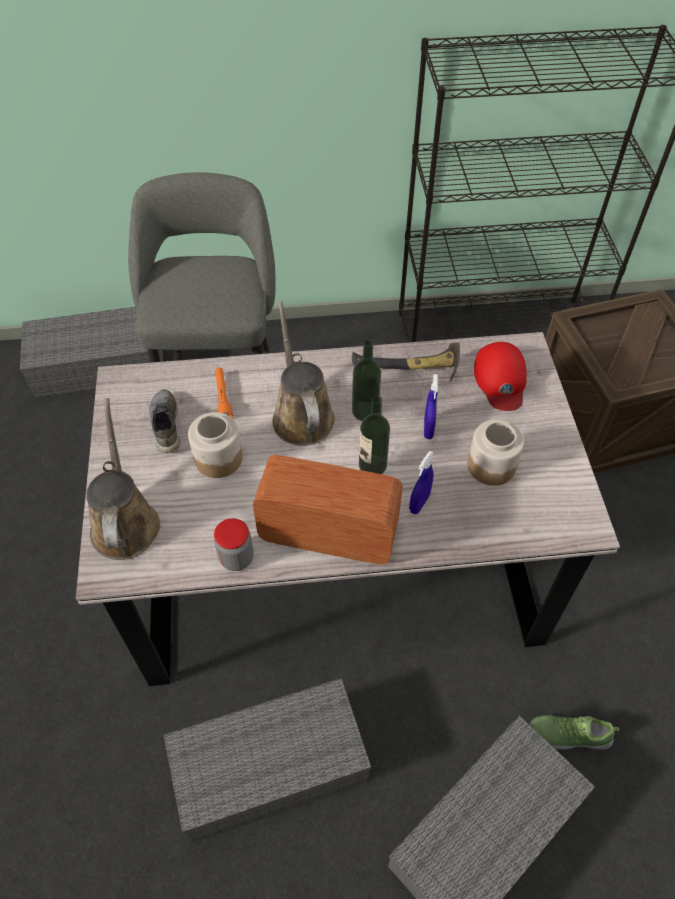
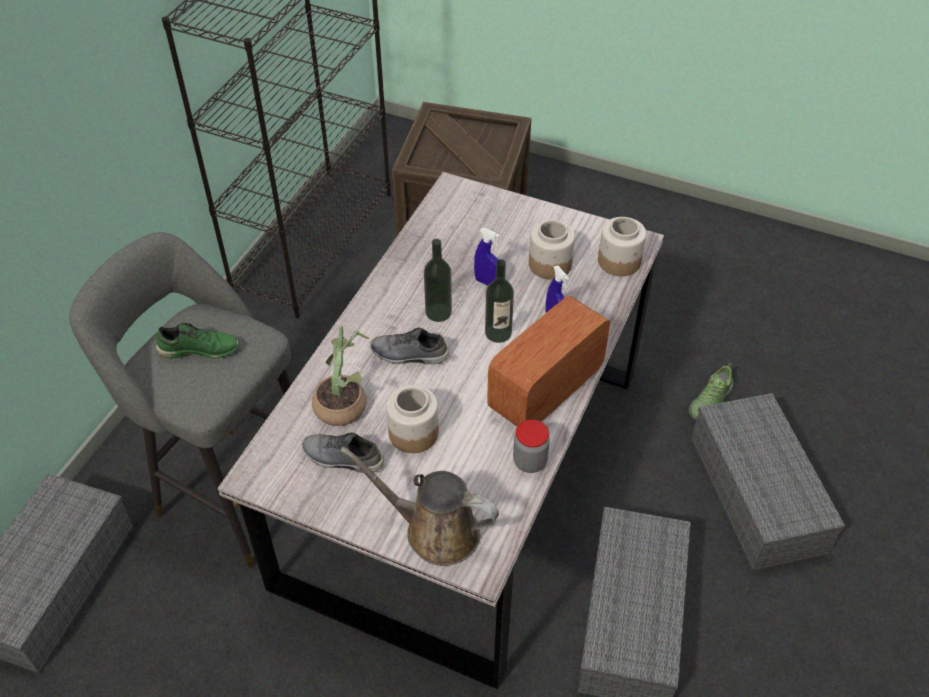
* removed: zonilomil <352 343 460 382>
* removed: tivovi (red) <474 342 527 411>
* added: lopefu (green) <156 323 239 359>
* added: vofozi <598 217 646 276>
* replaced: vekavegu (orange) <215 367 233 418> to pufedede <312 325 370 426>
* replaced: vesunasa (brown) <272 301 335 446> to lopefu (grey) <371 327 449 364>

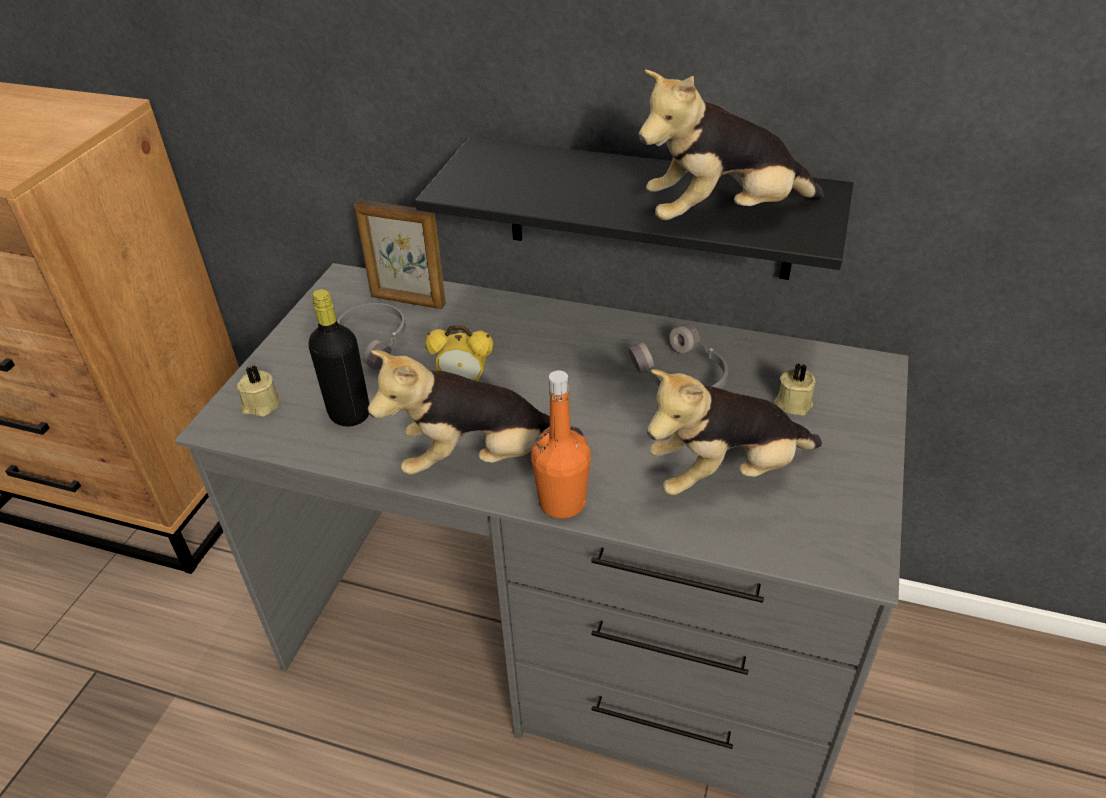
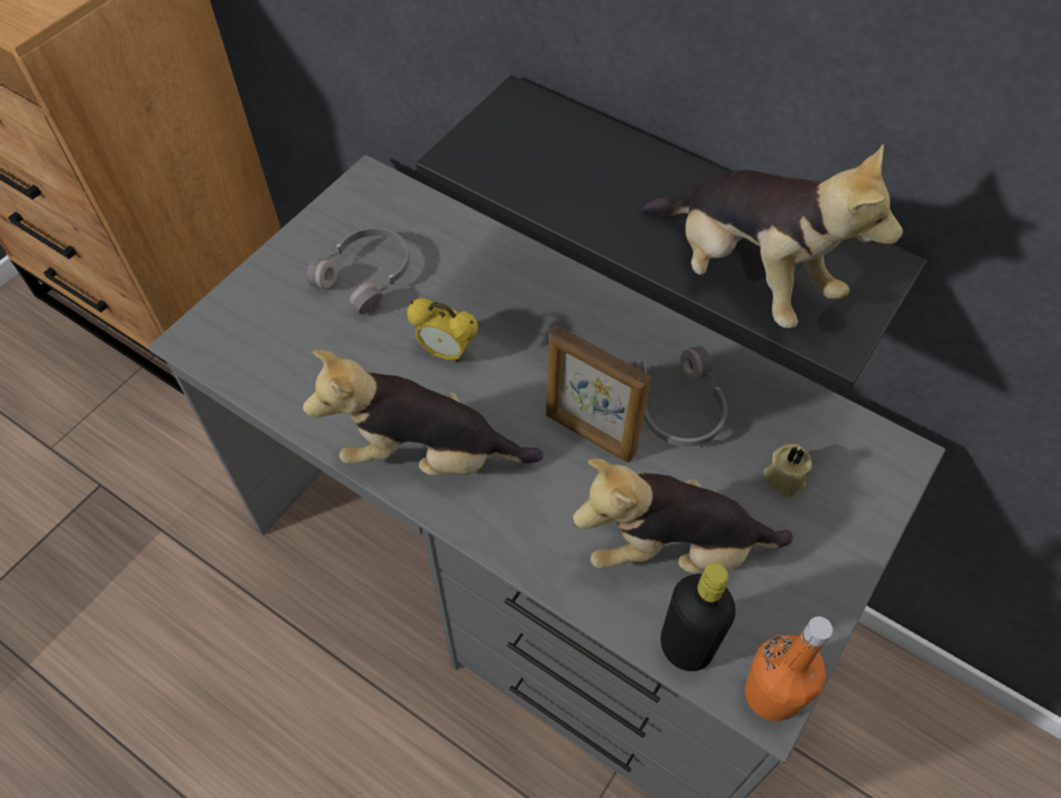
* removed: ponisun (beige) <236 365 280 417>
* moved: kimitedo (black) <308 289 369 426> to <661 563 736 671>
* moved: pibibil <354 200 446 309> to <546 325 651 462>
* moved: kimitedo (orange) <531 370 591 519> to <745 616 833 721>
* turned: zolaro <639 69 824 220> = <641 144 903 328> 135 degrees counterclockwise

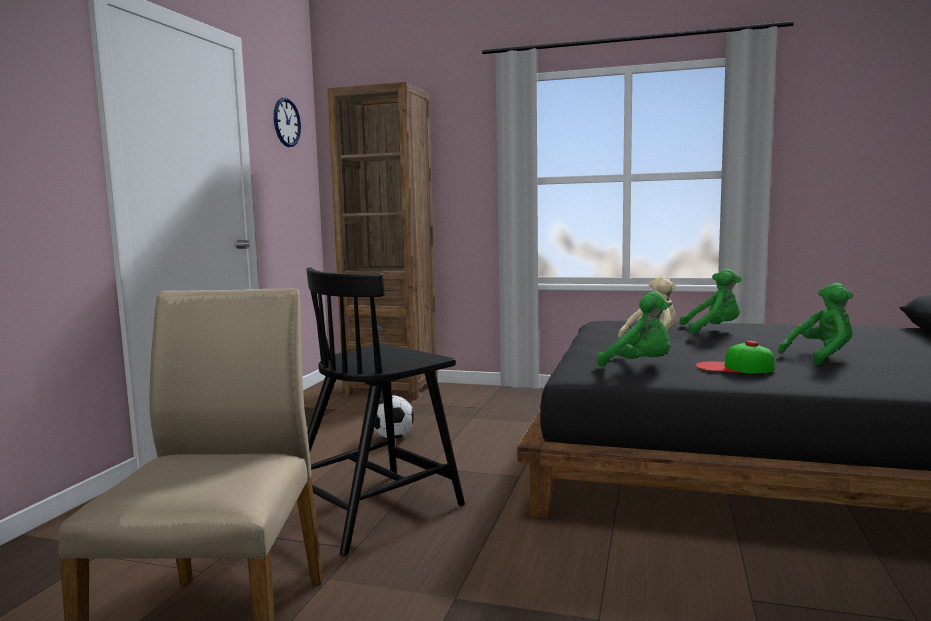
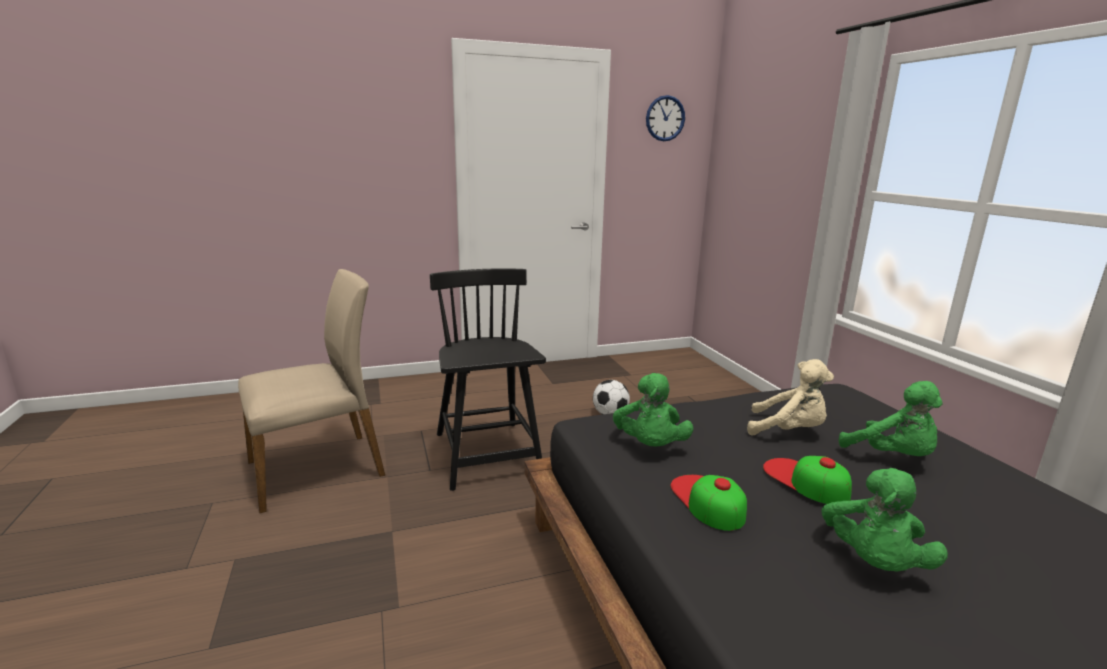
* removed: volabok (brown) <327 82 438 400>
* added: tivovi <763 456 852 504>
* turned: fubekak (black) <306 267 465 556> = <430 268 546 491> 60 degrees clockwise
* turned: zolaro (green) <778 283 853 365> = <822 468 948 572> 75 degrees clockwise

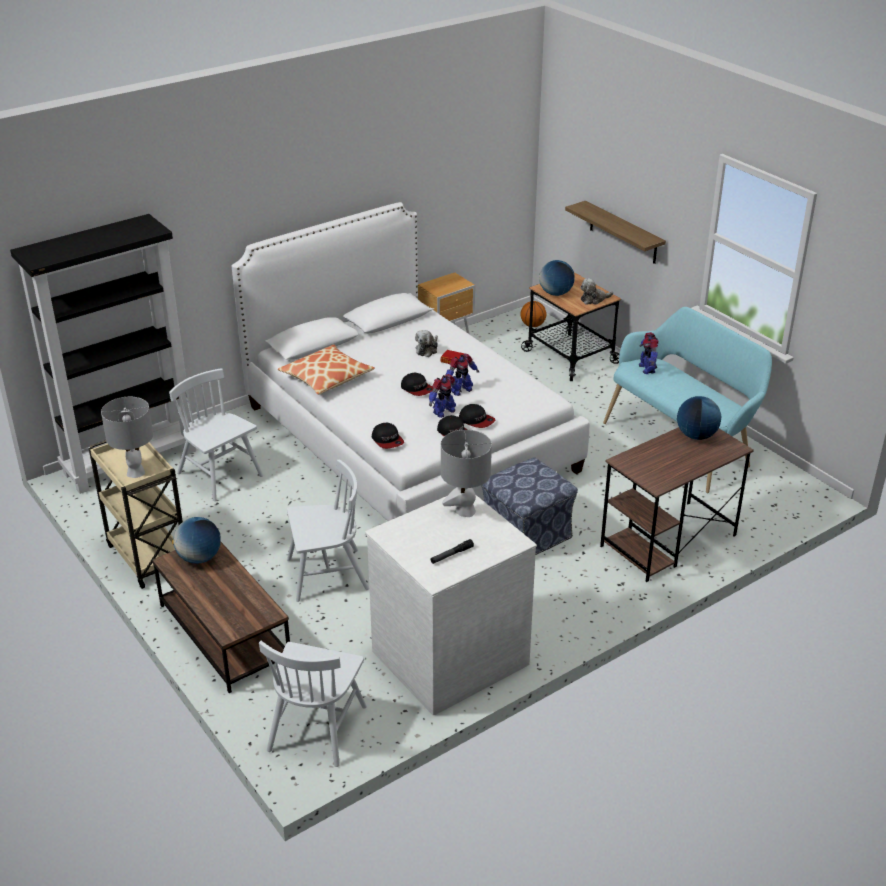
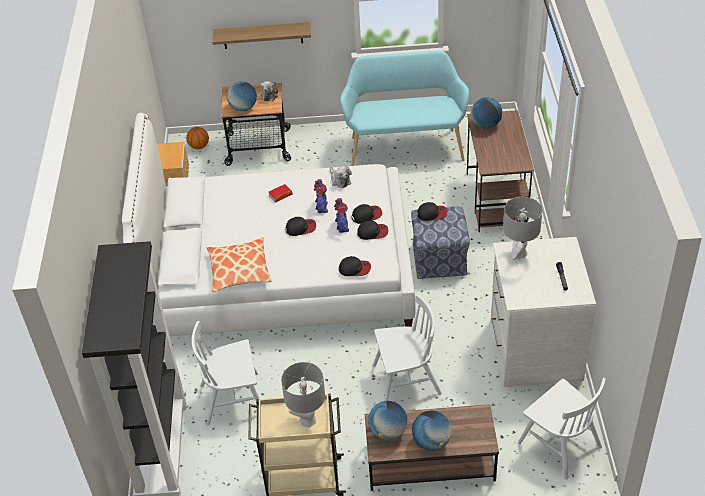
* removed: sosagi <639 332 659 374>
* added: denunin <412 410 452 451>
* added: tivovi <417 202 447 221>
* moved: zolaro <415 330 438 357> to <330 166 352 188>
* turned: fubekak (white) <287 459 369 602> = <373 294 442 401> 60 degrees clockwise

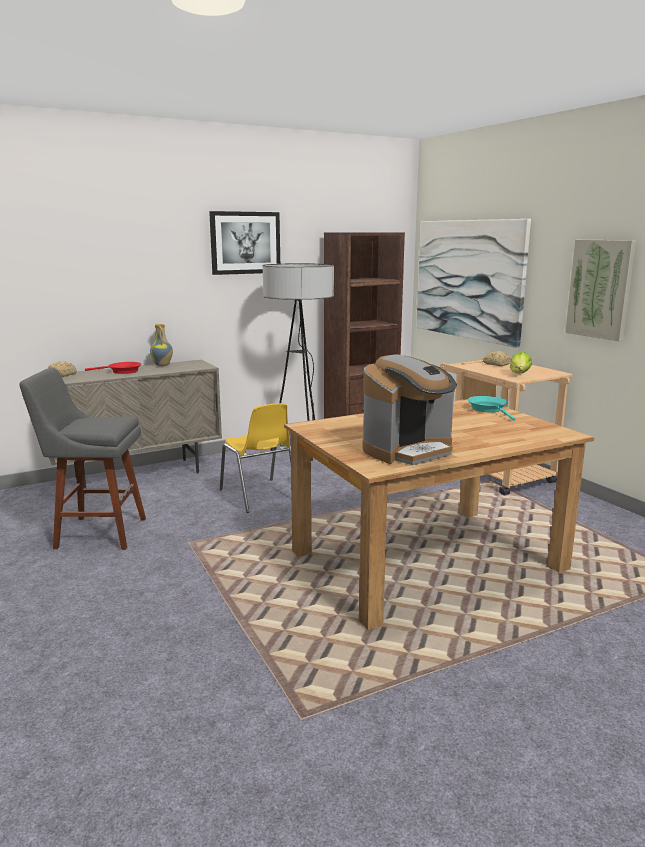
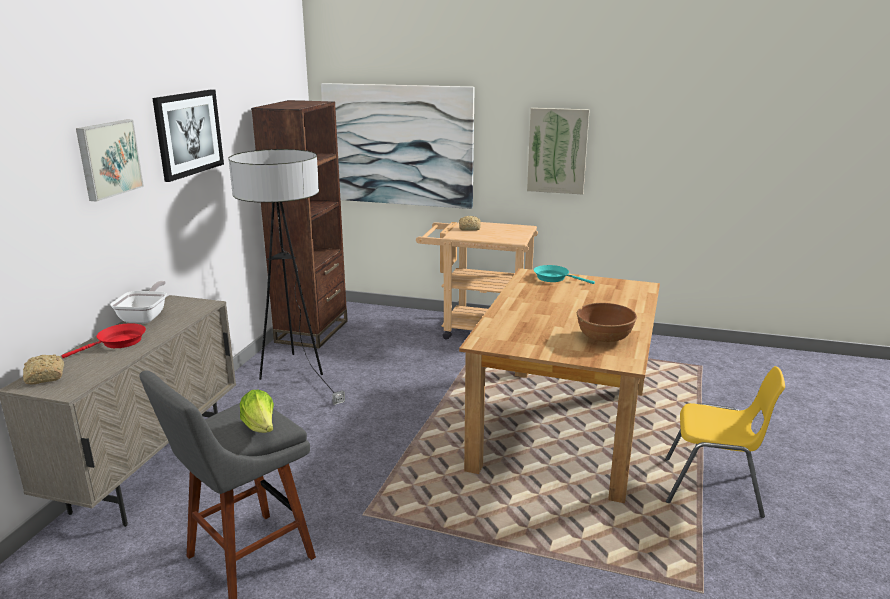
* added: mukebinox <76 119 144 202>
* moved: fubekak (yellow) <220 403 291 513> to <665 366 785 518>
* moved: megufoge <510 352 532 374> to <240 390 274 433>
* replaced: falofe <150 324 173 366> to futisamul <110 281 167 323>
* replaced: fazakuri <362 354 457 465> to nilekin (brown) <577 303 637 342>

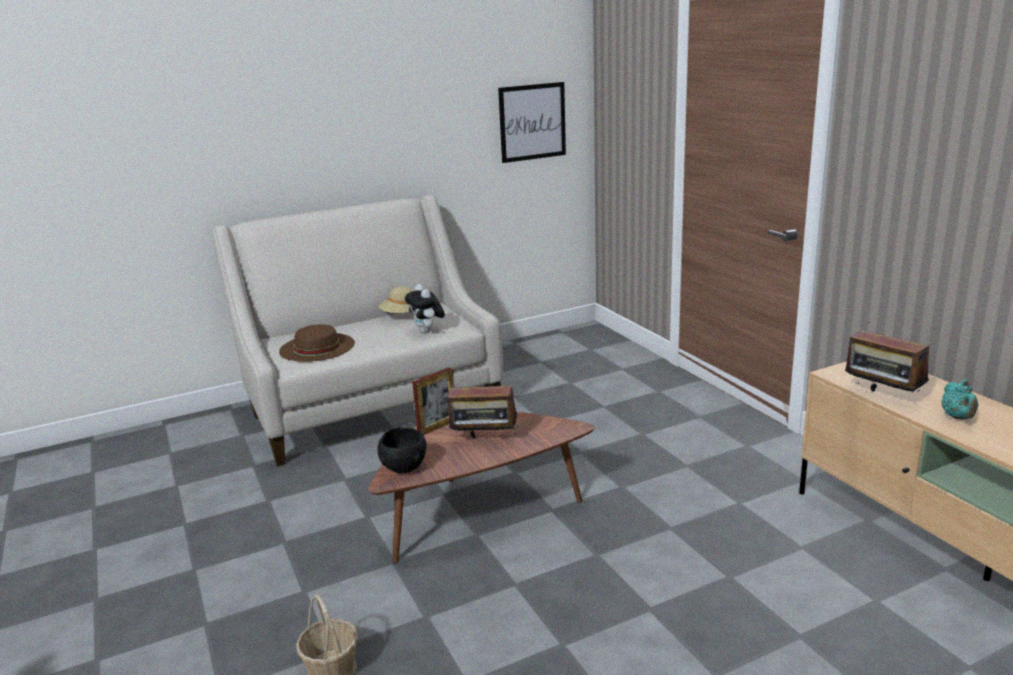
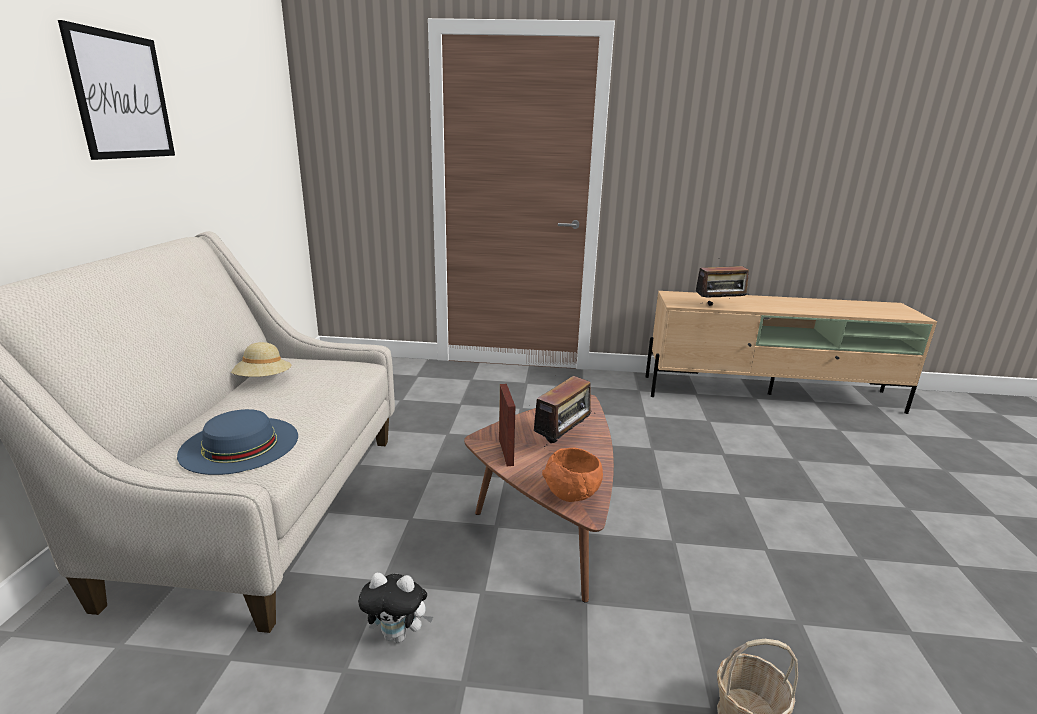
* removed: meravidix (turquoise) <941 379 978 419>
* moved: zolaro <405 284 445 333> to <358 573 433 643>
* moved: mukebinox <498 82 566 163> to <58 20 175 160>
* recoloured: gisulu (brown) <279 324 355 362> to gisulu (blue) <177 409 298 475>
* recoloured: nilekin (black) <377 428 427 473> to nilekin (orange) <542 448 603 502>

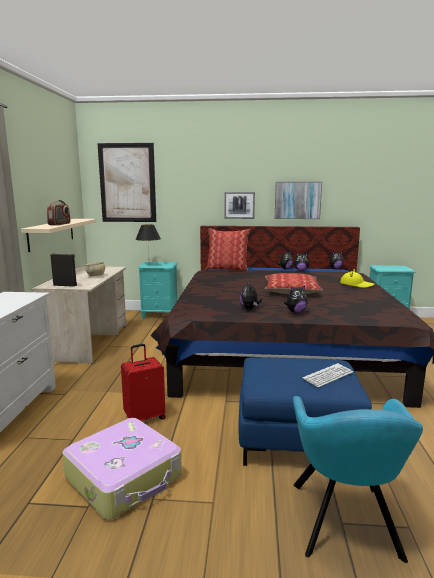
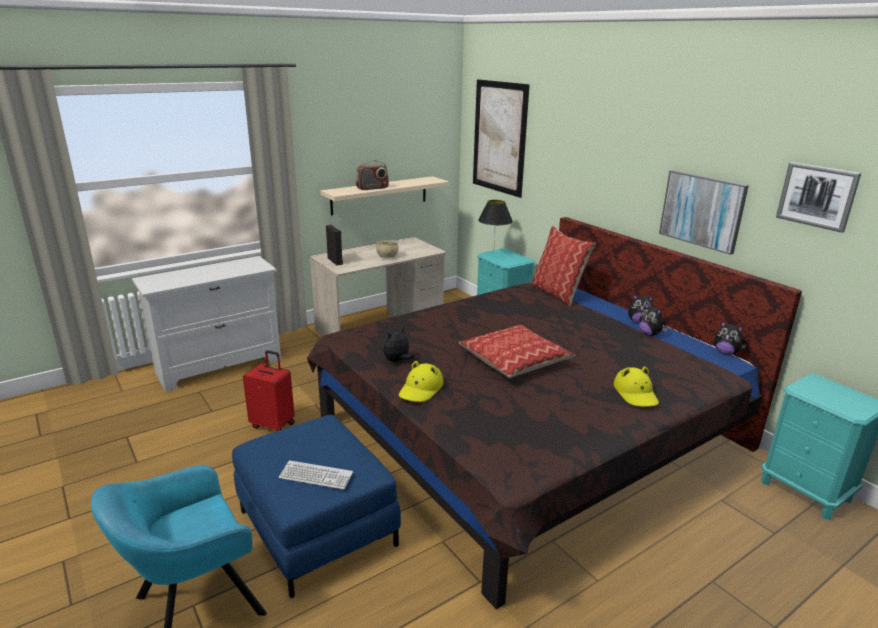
* removed: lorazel <62 418 182 520>
* moved: mukebinox <224 192 255 219> to <776 162 861 233>
* replaced: zolaro <284 285 308 313> to gisulu (yellow) <399 361 443 402>

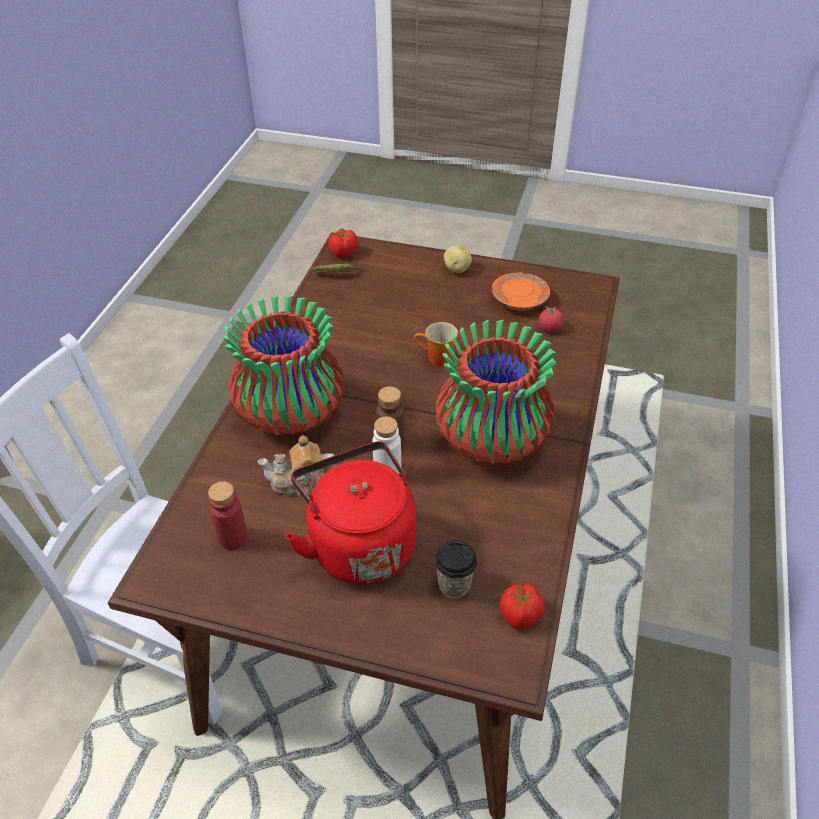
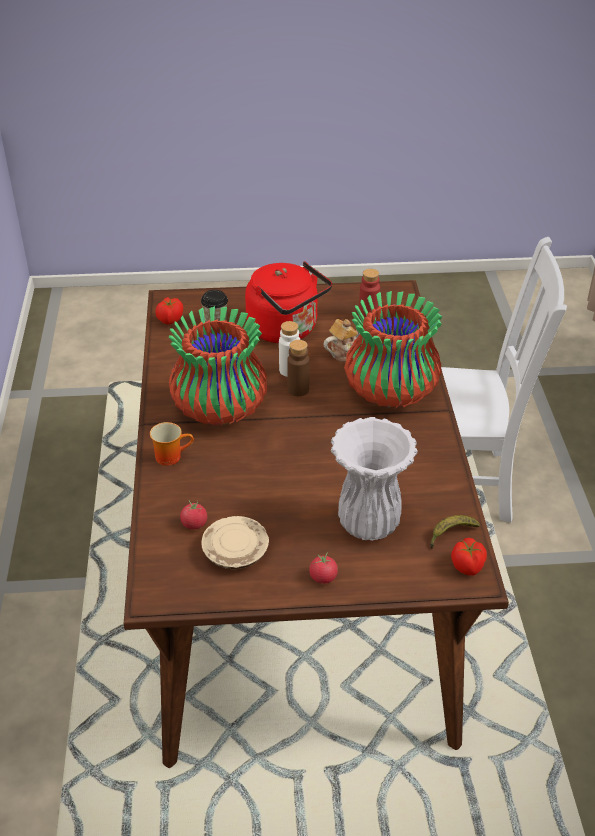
* added: falofe (white) <331 417 418 541>
* moved: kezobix <414 322 458 367> to <150 422 194 466>
* replaced: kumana <444 245 472 273> to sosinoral <309 552 338 584>
* recoloured: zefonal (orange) <492 272 550 311> to zefonal (beige) <201 516 269 569>

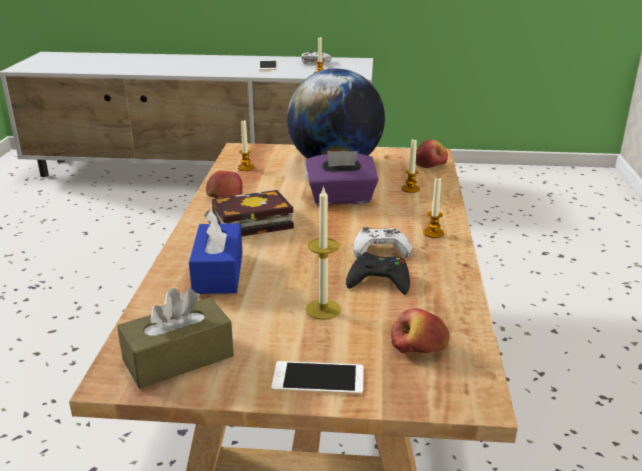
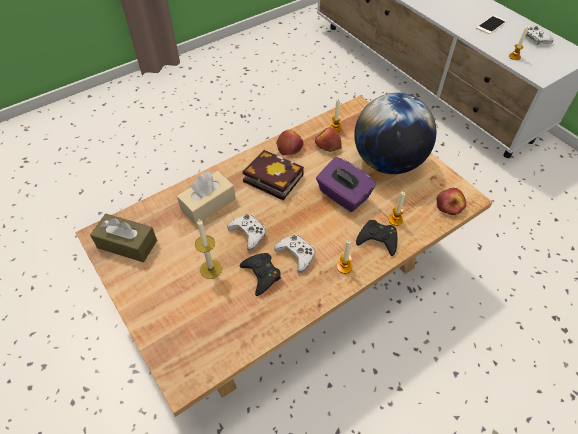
* removed: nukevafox <271 361 364 395>
* added: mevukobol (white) <227 214 266 251>
* added: mevukobol (black) <356 220 397 256>
* moved: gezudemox <391 308 450 353> to <315 127 342 152>
* recoloured: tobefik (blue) <189 209 242 294> to tobefik (beige) <177 171 236 225>

